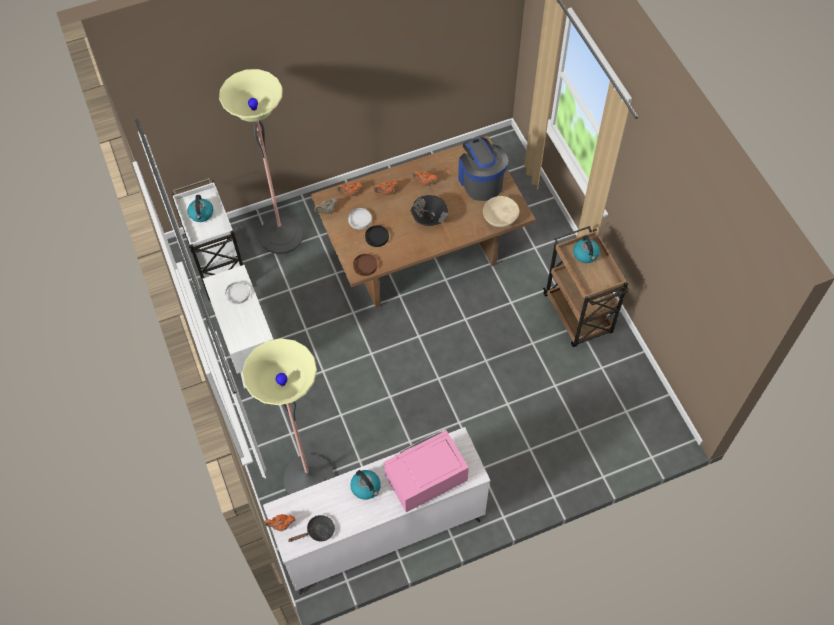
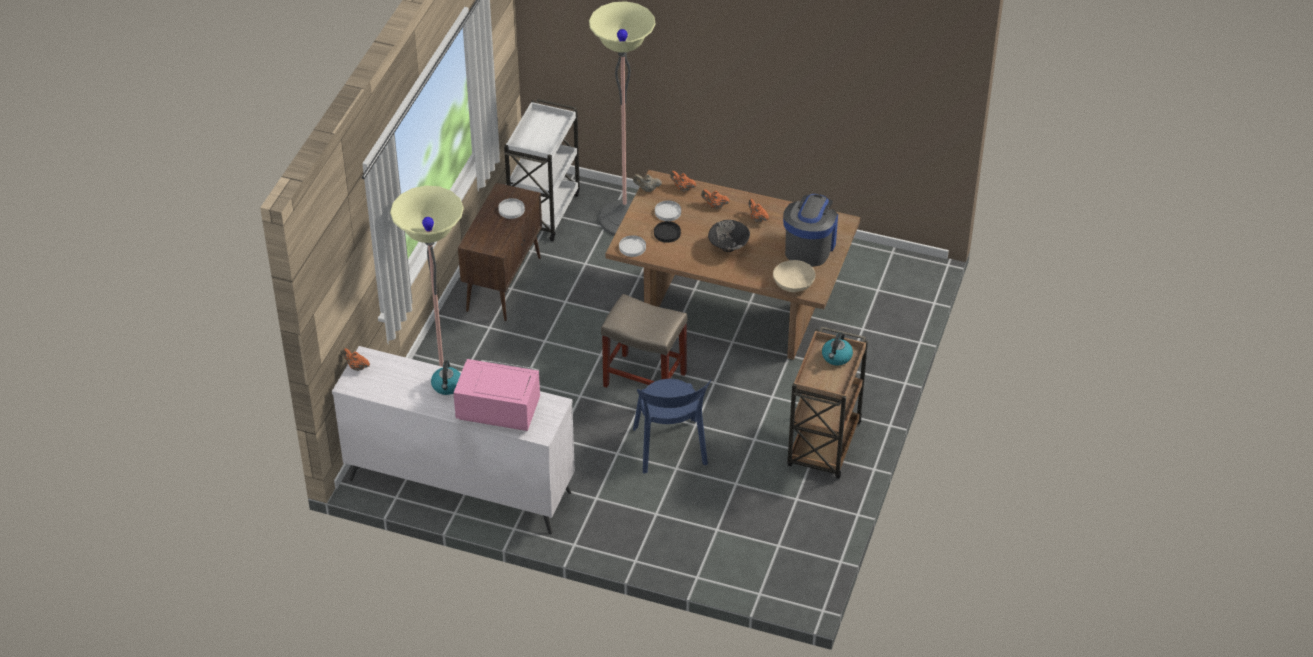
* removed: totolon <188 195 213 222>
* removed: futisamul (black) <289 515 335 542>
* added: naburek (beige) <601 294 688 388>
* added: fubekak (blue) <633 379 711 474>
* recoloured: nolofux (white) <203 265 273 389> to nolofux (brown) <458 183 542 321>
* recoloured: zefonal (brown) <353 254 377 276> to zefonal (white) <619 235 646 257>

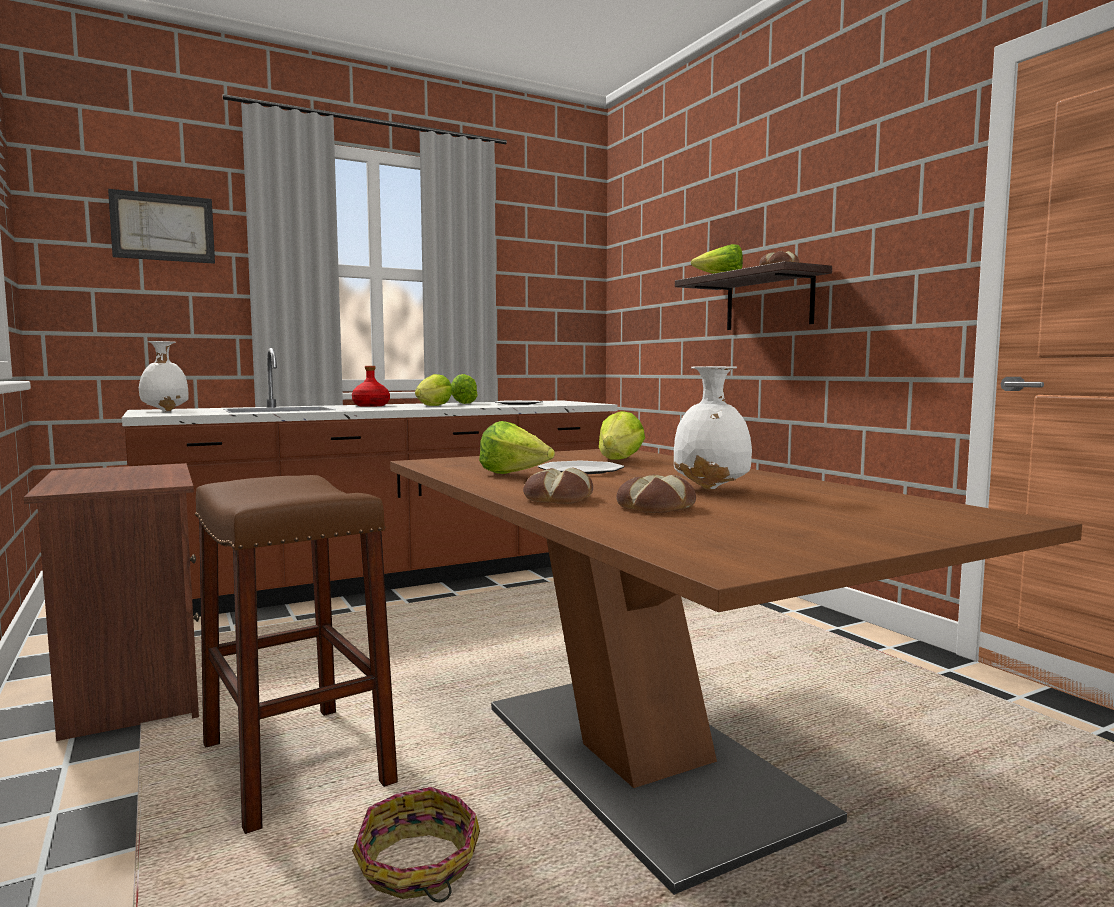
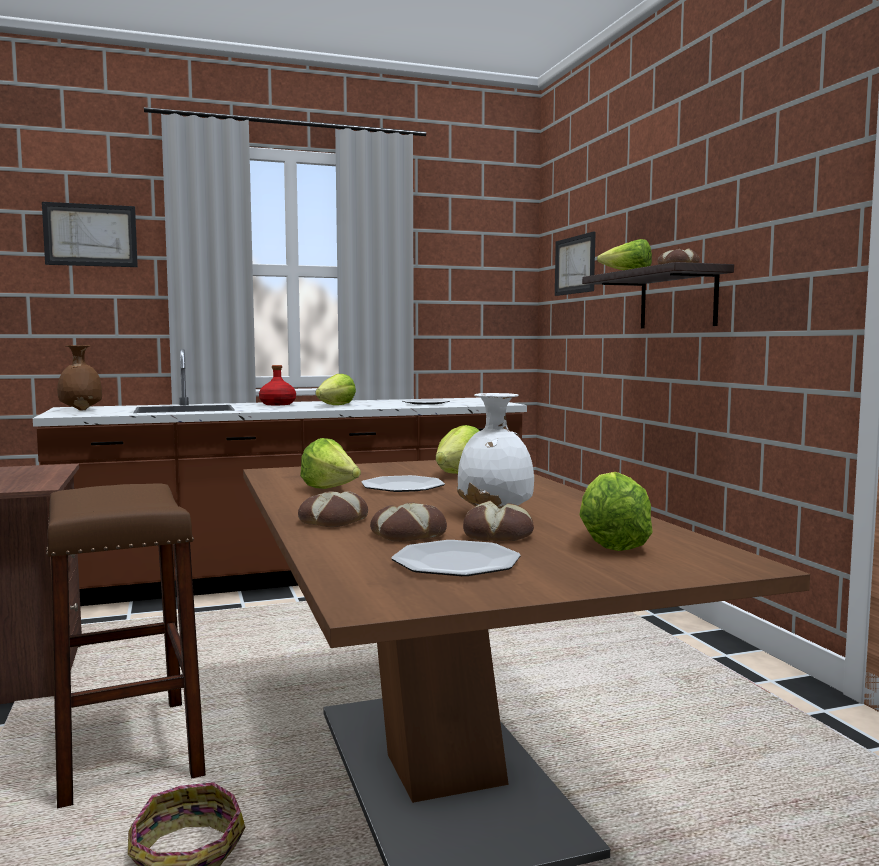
* added: zefonal <392 540 521 576>
* added: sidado <463 501 534 541>
* added: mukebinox <555 232 595 296>
* moved: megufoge <451 374 478 404> to <579 472 653 551>
* recoloured: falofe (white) <139 341 189 411> to falofe (brown) <57 345 102 410>

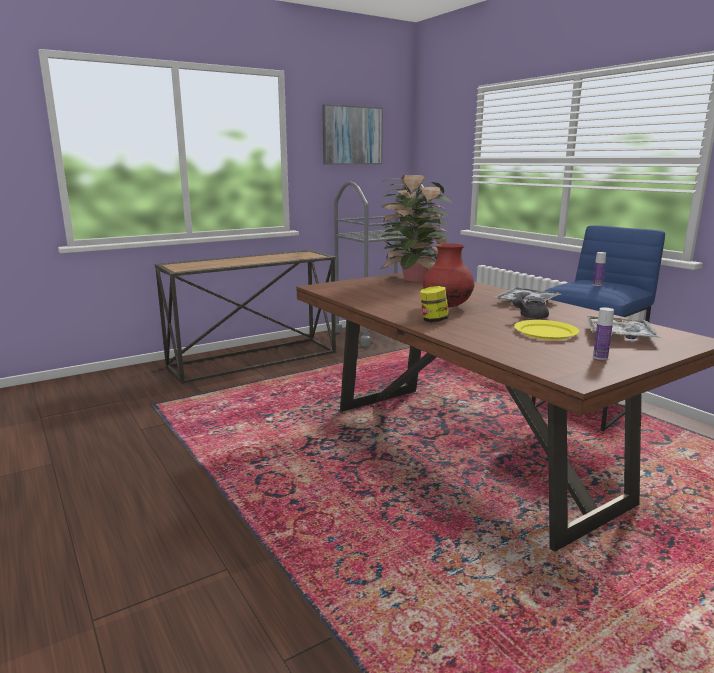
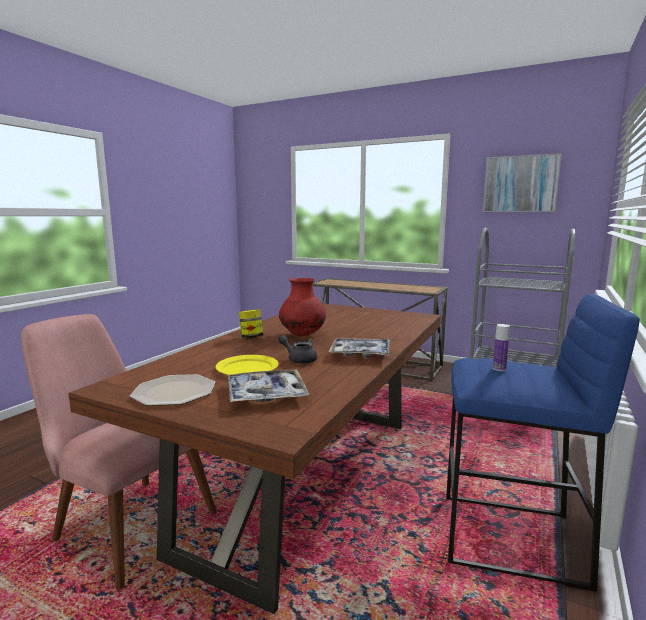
* removed: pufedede <380 175 452 282>
* added: fubekak (pink) <21 314 217 590>
* replaced: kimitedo <593 308 614 360> to zefonal <130 374 216 406>

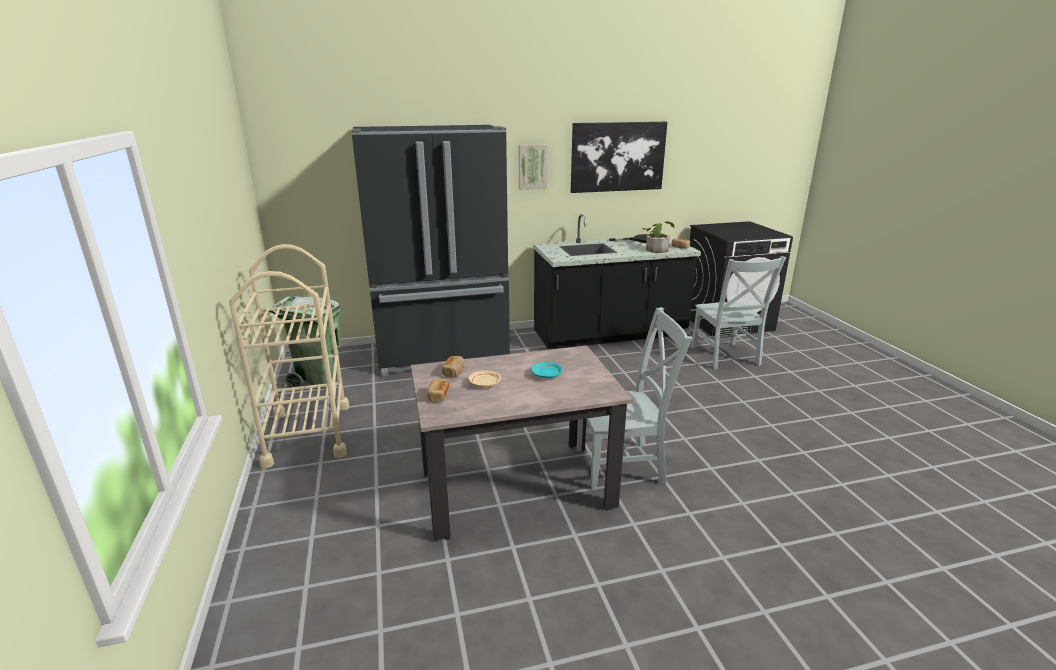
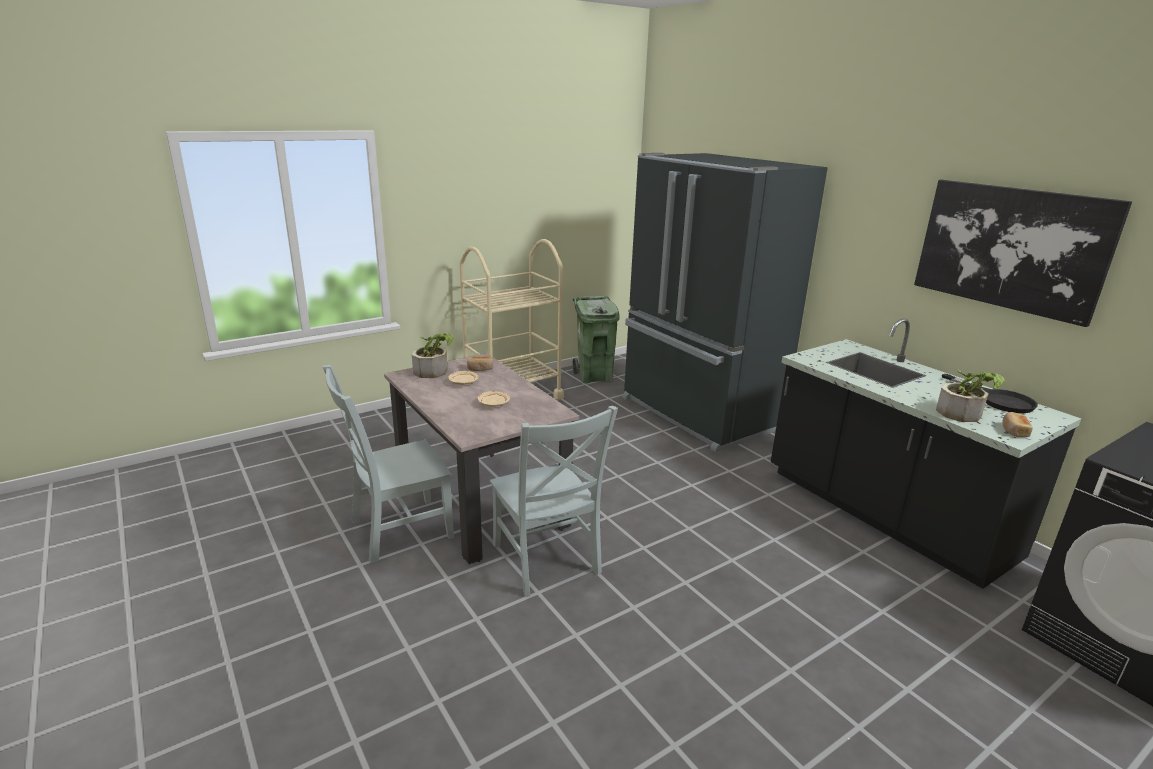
* removed: mukebinox <519 144 548 190>
* moved: fubekak (grey) <691 256 786 370> to <323 365 454 563>
* replaced: sidado <427 378 450 403> to pufedede <411 333 454 378>
* recoloured: zefonal (turquoise) <531 362 563 378> to zefonal (beige) <478 391 510 407>

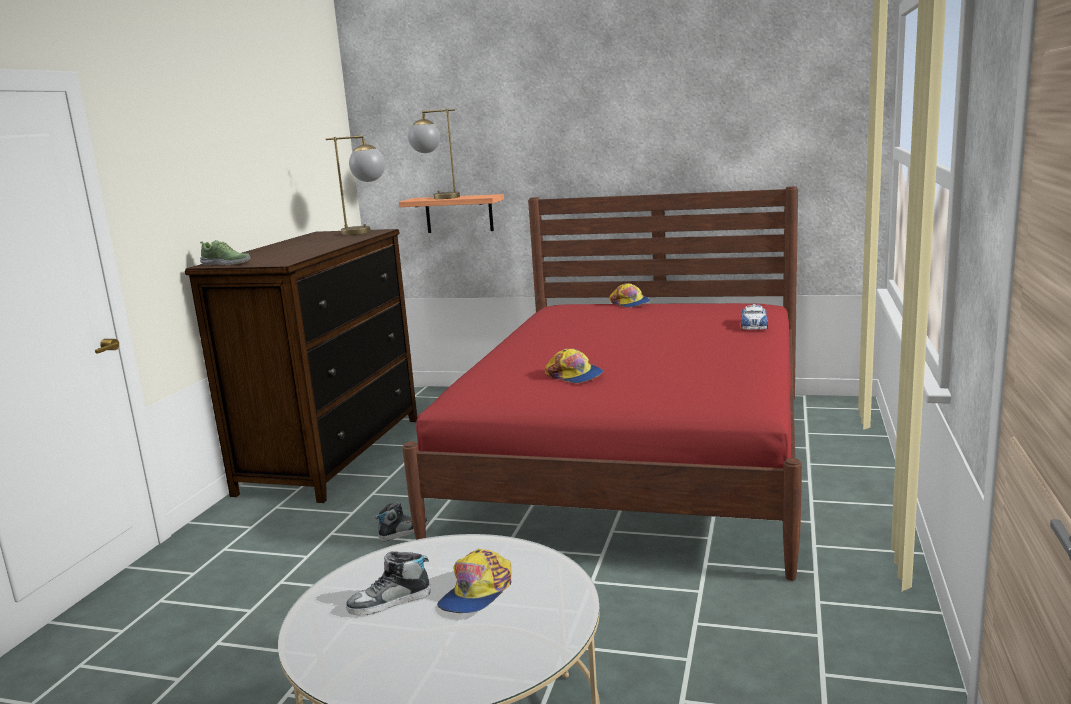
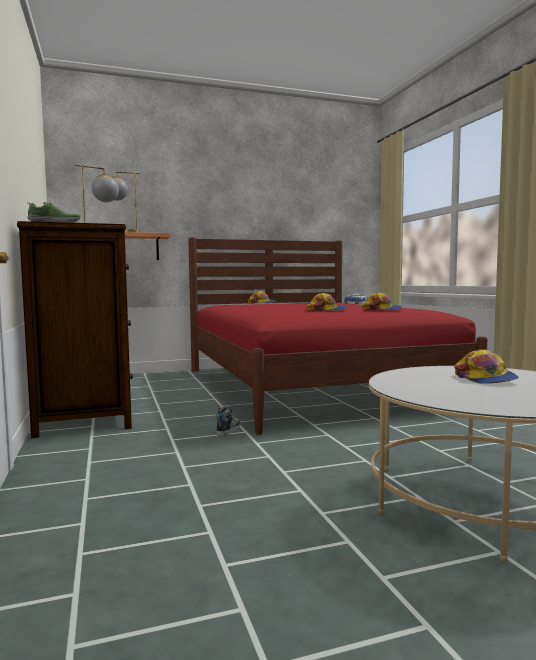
* removed: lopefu <346 551 431 616>
* added: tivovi <362 293 402 310>

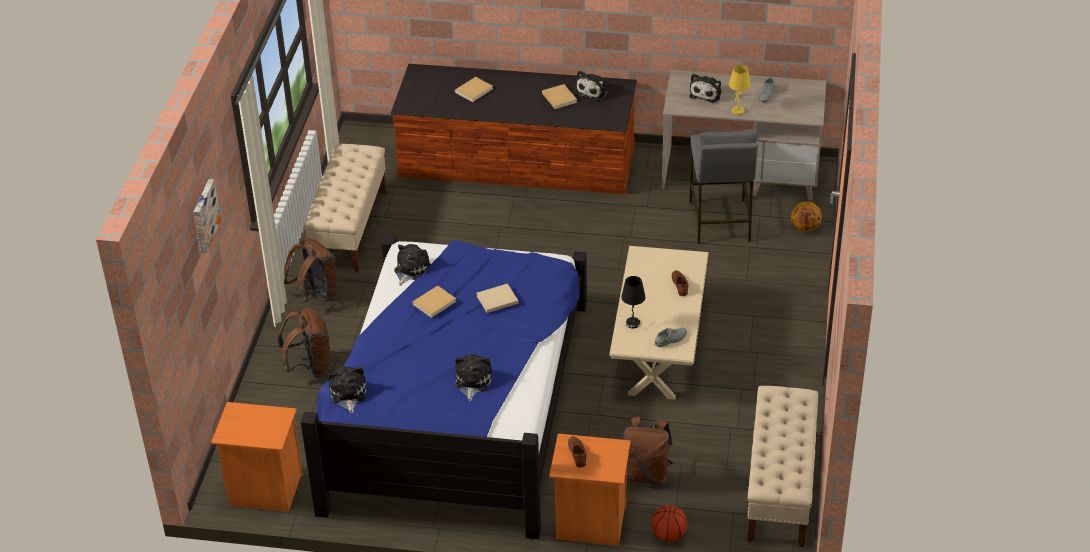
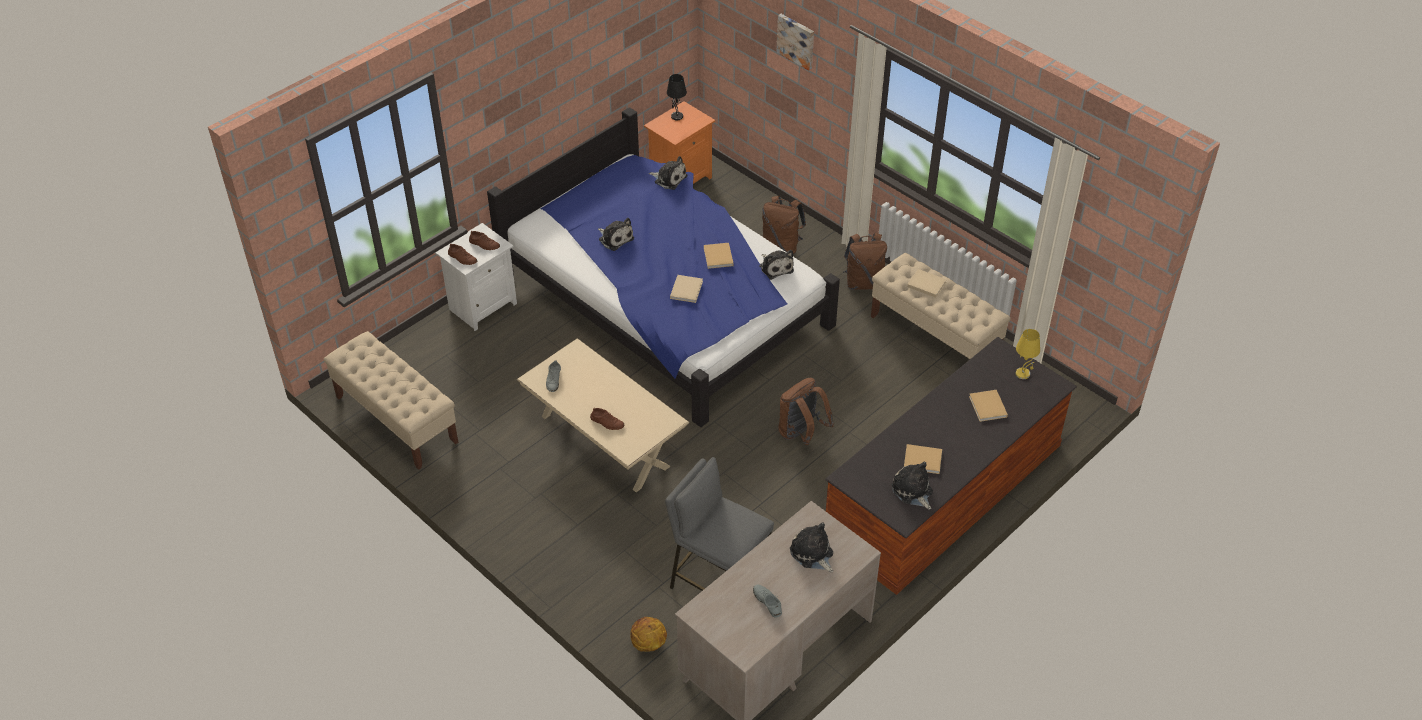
* removed: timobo <651 505 687 542>
* added: lopefu (brown) <448 244 477 265>
* added: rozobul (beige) <907 269 947 298>
* moved: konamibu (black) <621 276 645 328> to <667 74 687 120>
* moved: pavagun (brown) <623 416 673 485> to <779 378 834 445>
* moved: konamibu (yellow) <729 65 751 115> to <1016 329 1040 379>
* recoloured: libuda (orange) <549 434 631 546> to libuda (white) <435 223 517 331>

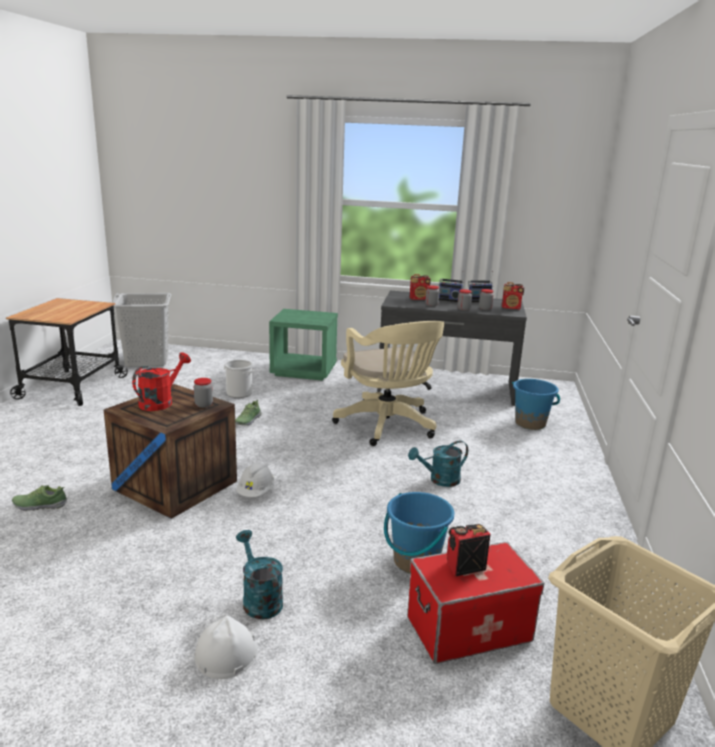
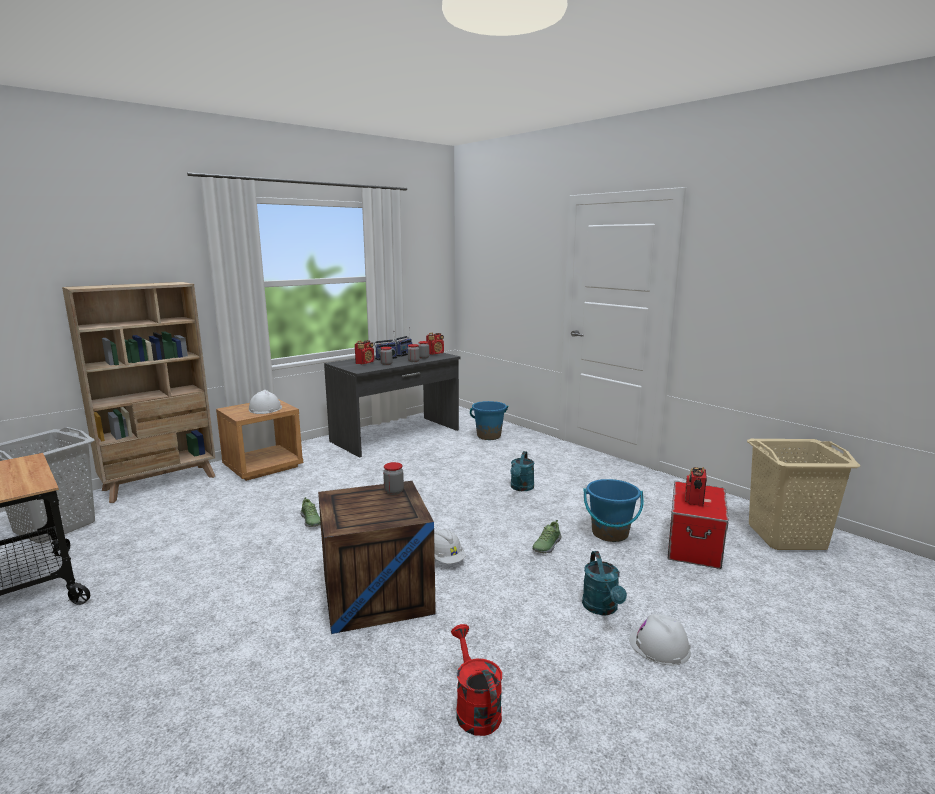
* removed: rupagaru <224 359 254 398>
* removed: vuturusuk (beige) <332 321 444 446>
* added: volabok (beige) <62 282 215 503>
* added: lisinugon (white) <249 390 282 414>
* moved: lopefu <12 485 67 511> to <532 520 561 553>
* moved: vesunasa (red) <132 352 191 411> to <451 624 502 736>
* recoloured: libuda (green) <269 309 338 381> to libuda (brown) <216 399 303 481>
* turned: vesunasa (turquoise) <236 530 283 619> = <582 551 627 615> 105 degrees counterclockwise

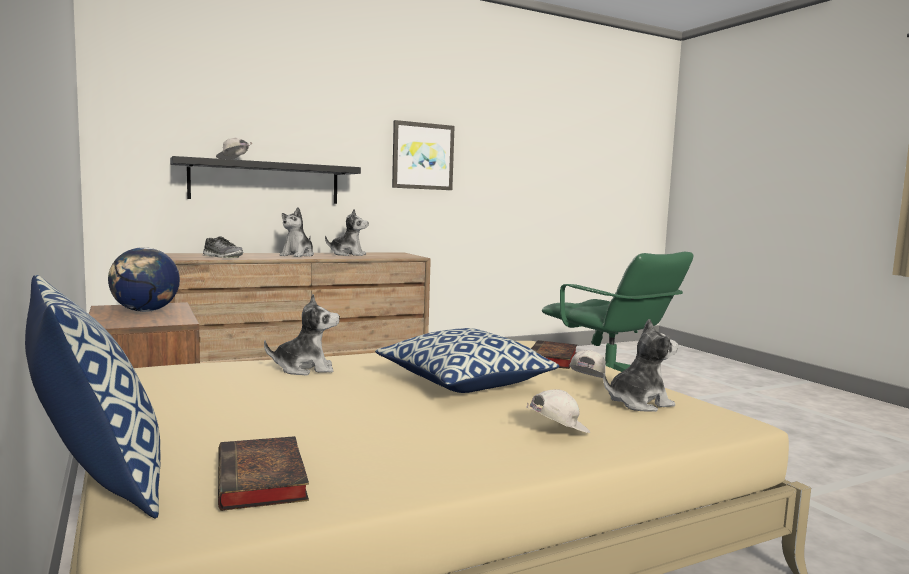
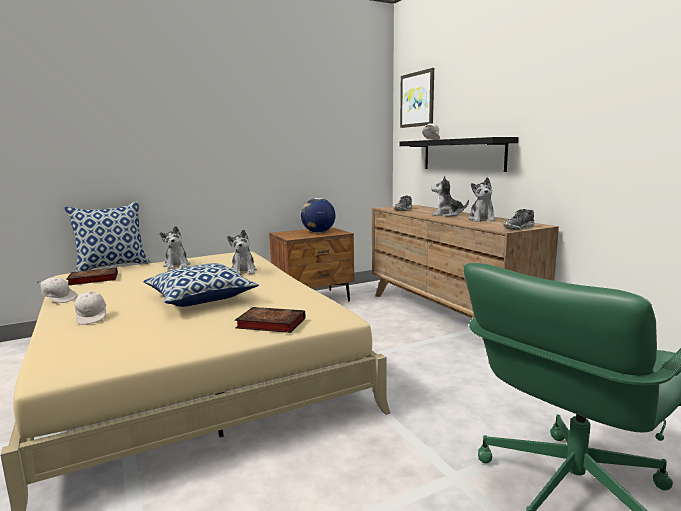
* added: lopefu <503 209 535 230>
* moved: mukebinox <392 120 455 190> to <400 68 434 128>
* moved: tivovi (white) <569 350 606 378> to <37 277 77 303>
* moved: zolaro <603 319 678 412> to <160 226 190 270>

